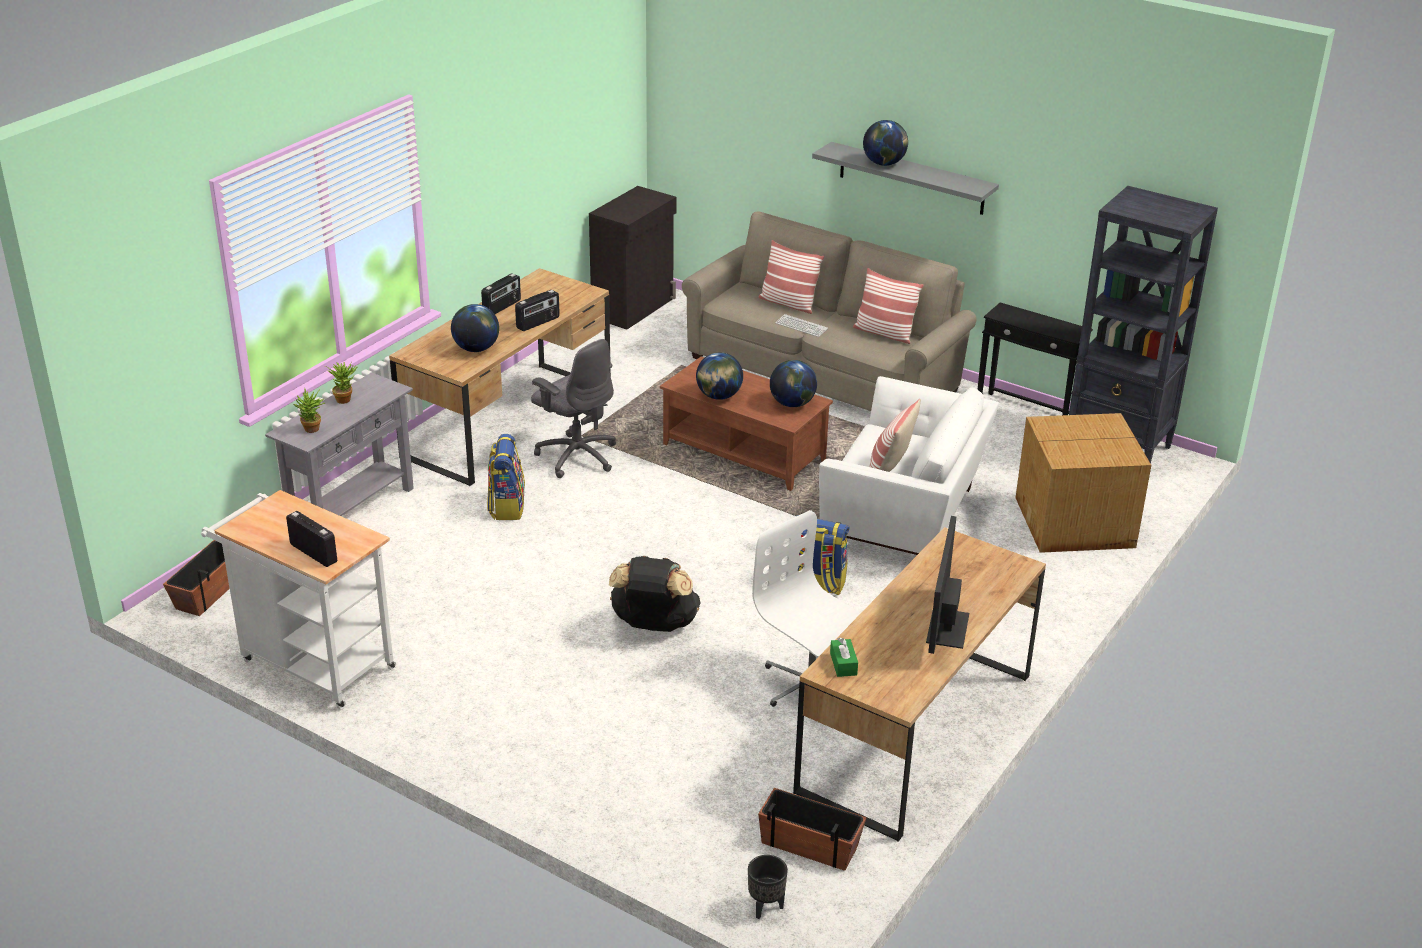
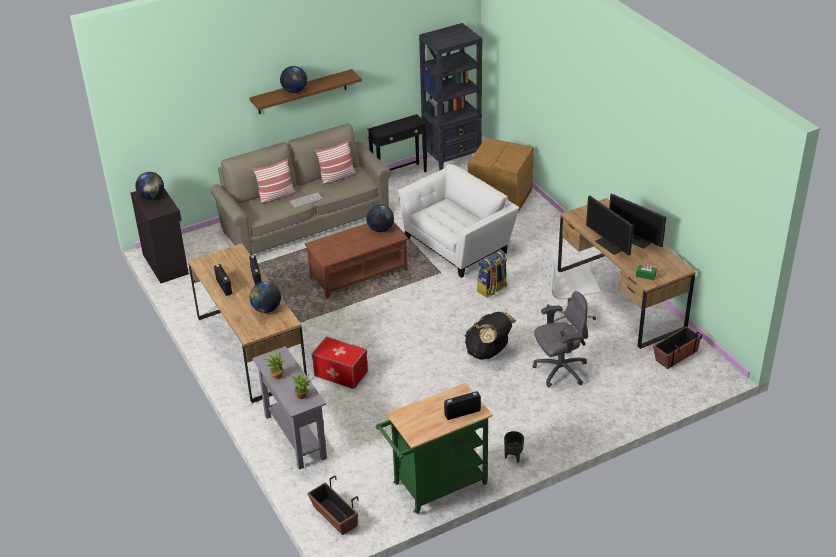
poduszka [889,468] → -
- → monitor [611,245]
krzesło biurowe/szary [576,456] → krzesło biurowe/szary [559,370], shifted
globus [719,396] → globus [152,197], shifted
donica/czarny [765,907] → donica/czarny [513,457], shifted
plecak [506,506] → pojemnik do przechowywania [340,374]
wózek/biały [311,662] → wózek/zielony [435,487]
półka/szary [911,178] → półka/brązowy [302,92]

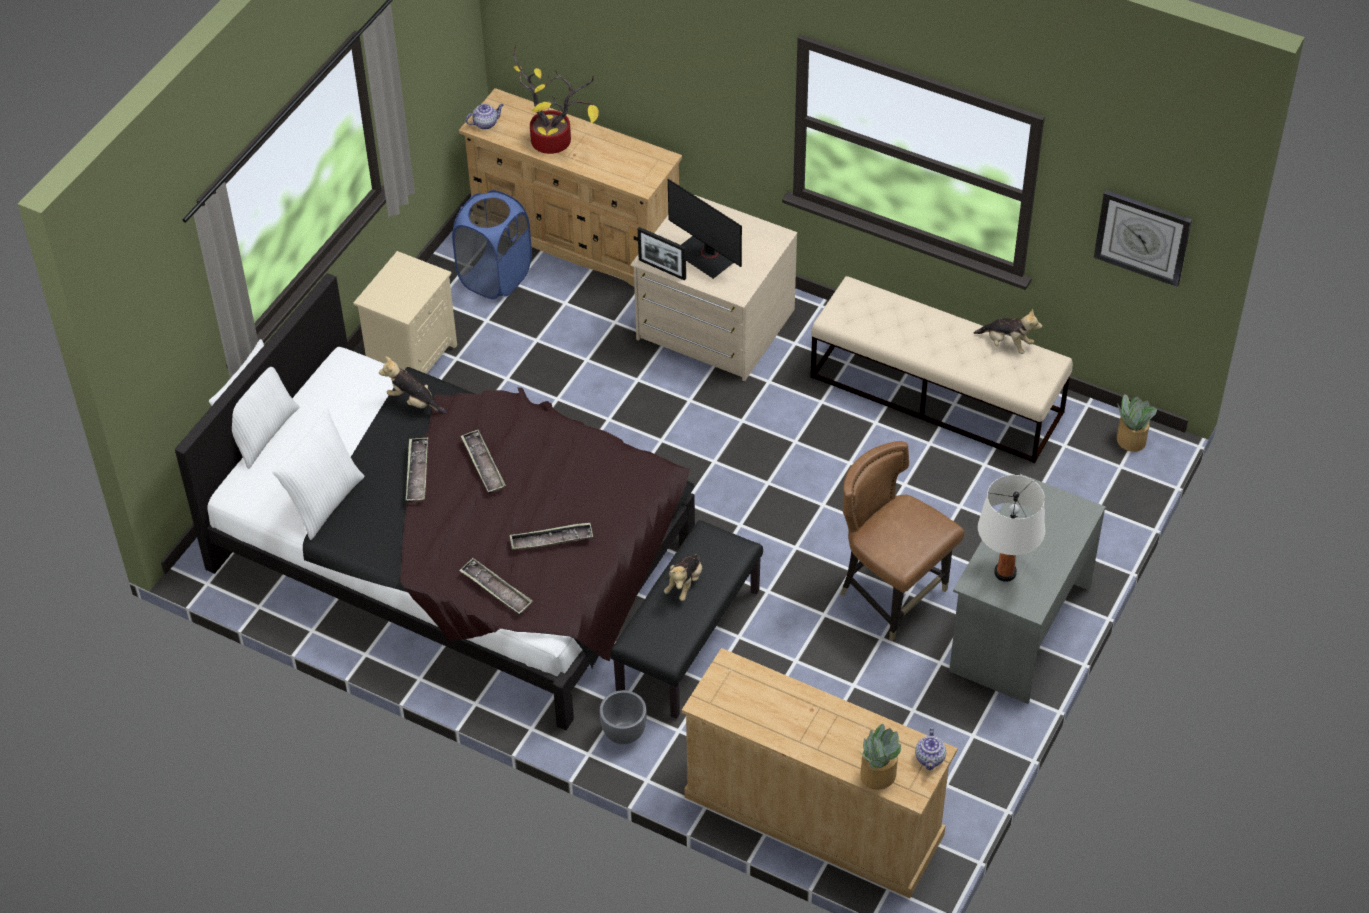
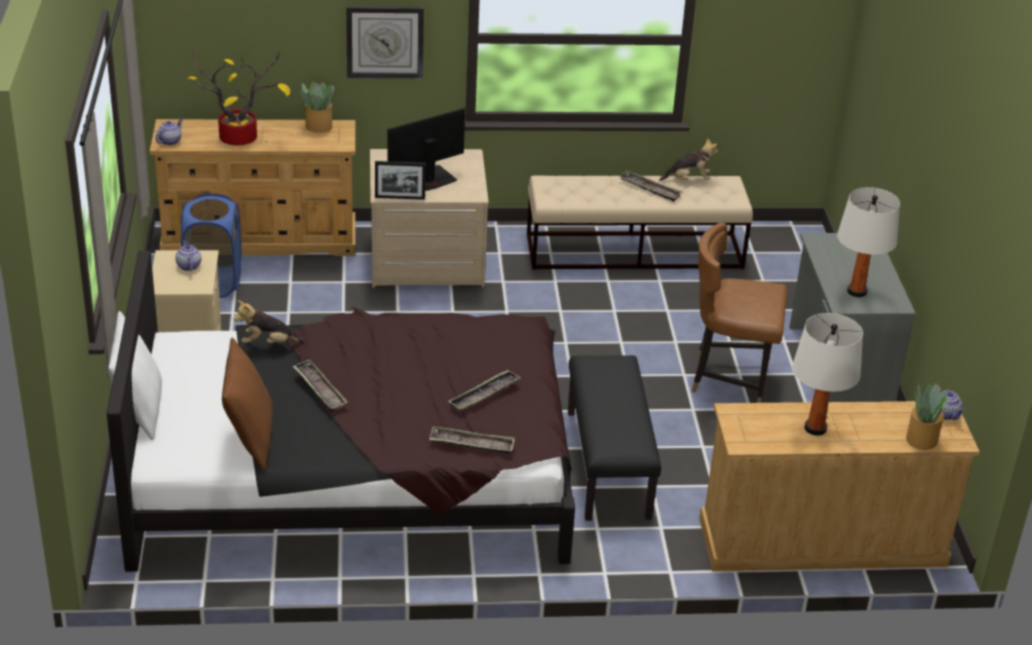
donica/szary [623,734] → -
pluszak [684,584] → -
- → imbryk [188,266]
- → lampa stołowa/biały [815,428]
taca [483,465] → taca [650,189], shifted
zegar ścienny [1142,237] → zegar ścienny [385,41], shifted
roślina doniczkowa [1130,439] → roślina doniczkowa [318,126], shifted
poduszka/biały [324,502] → poduszka/brązowy [250,439]
monitor [706,255] → monitor [427,180], 135 degrees clockwise

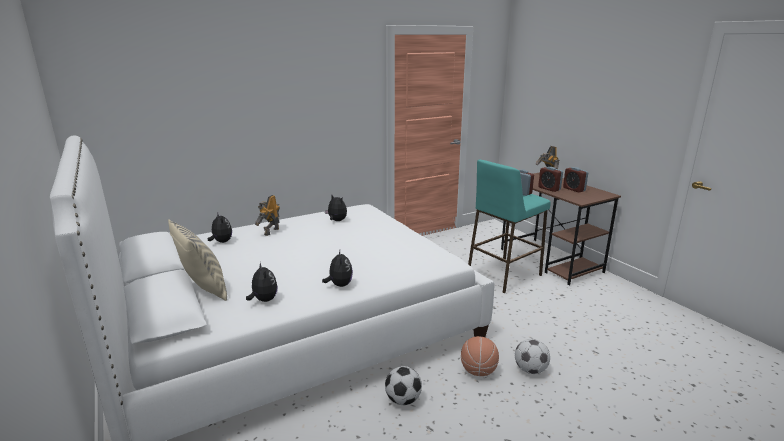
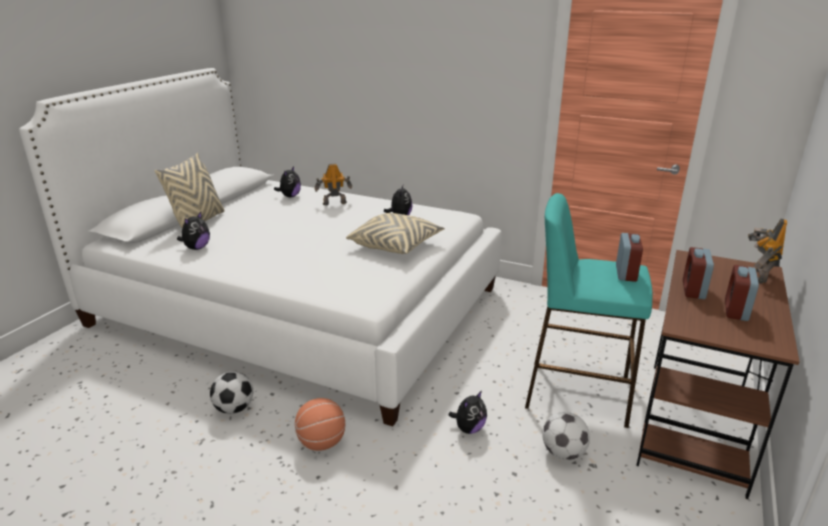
- → poduszka/beżowy [396,245]
pluszak [339,285] → pluszak [469,428], shifted
piłka futbolowa [530,370] → piłka futbolowa [563,453], shifted

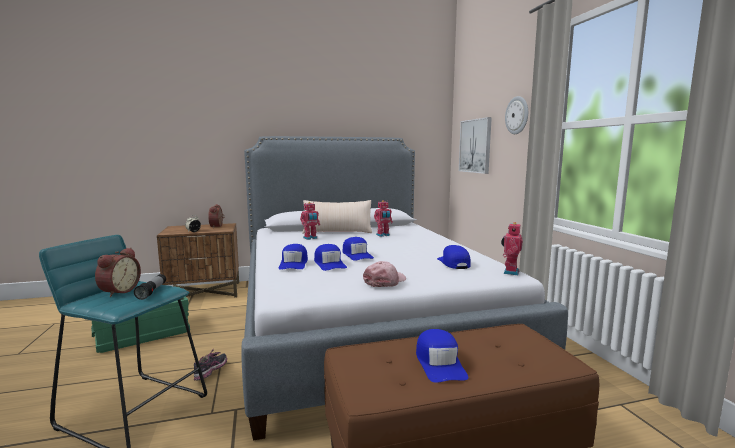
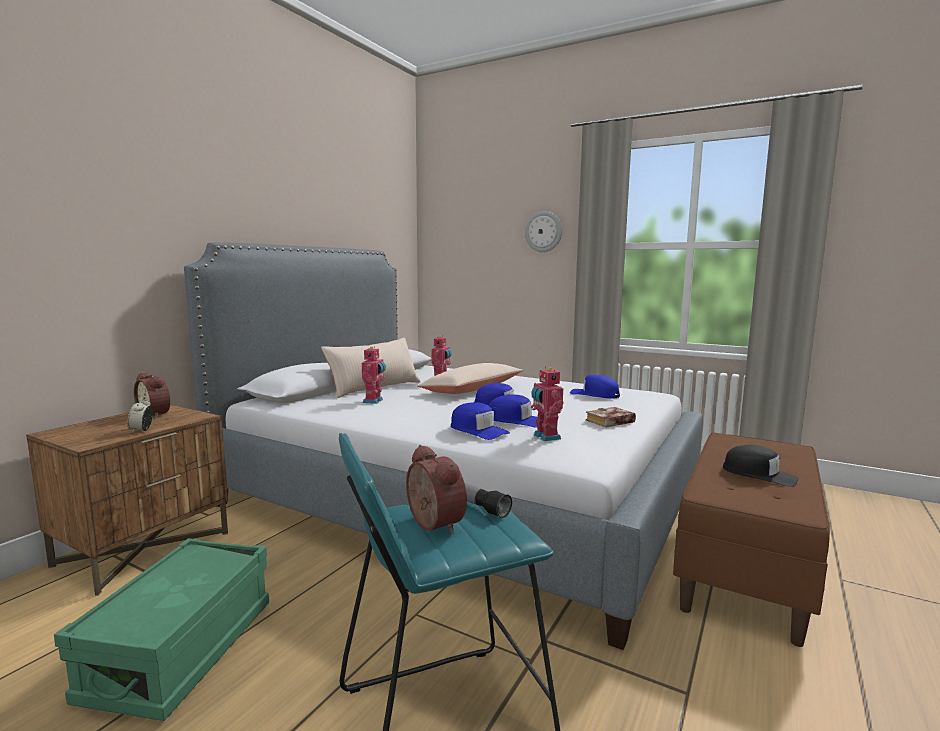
but [211,373] → -
obraz [475,146] → -
- → poduszka/beżowy [472,390]
robot zabawkowy [509,272] → robot zabawkowy [545,437], shifted
czapka z daszkiem/różowy [385,281] → książka [609,422]
czapka z daszkiem/niebieski [439,363] → czapka z daszkiem/czarny [759,474]

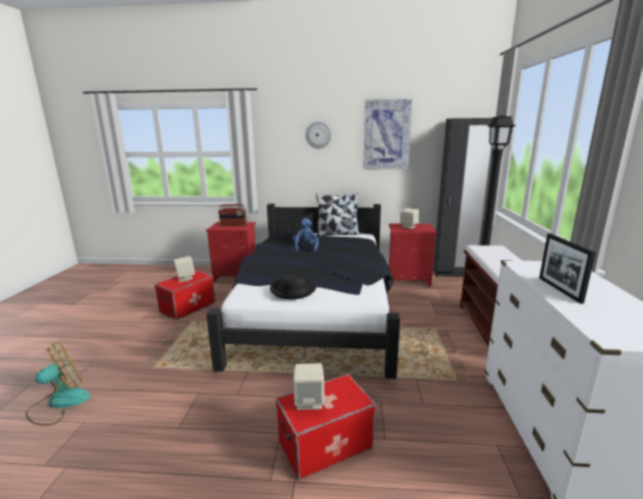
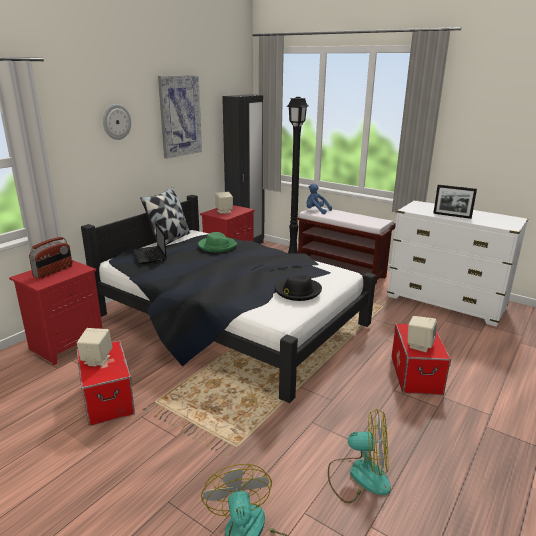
- → kapelusz/zielony [217,246]
- → wentylator [359,476]
pluszak/niebieski [305,248] → pluszak/niebieski [316,211], shifted

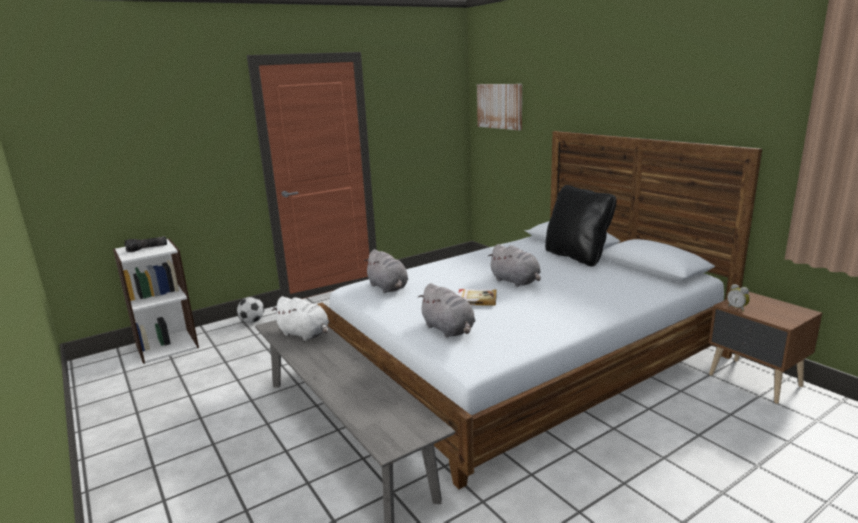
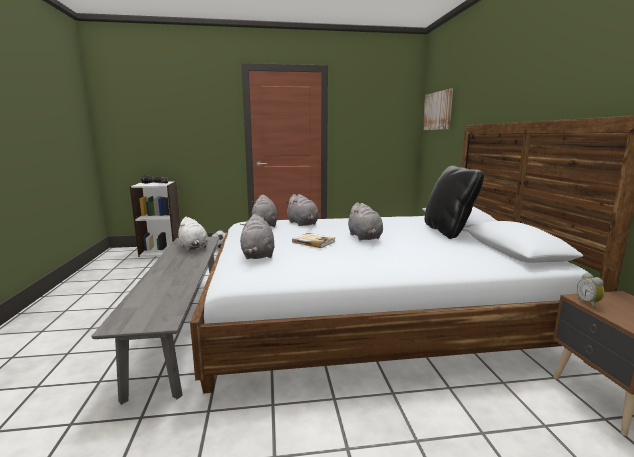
- → pluszak/szary [303,224]

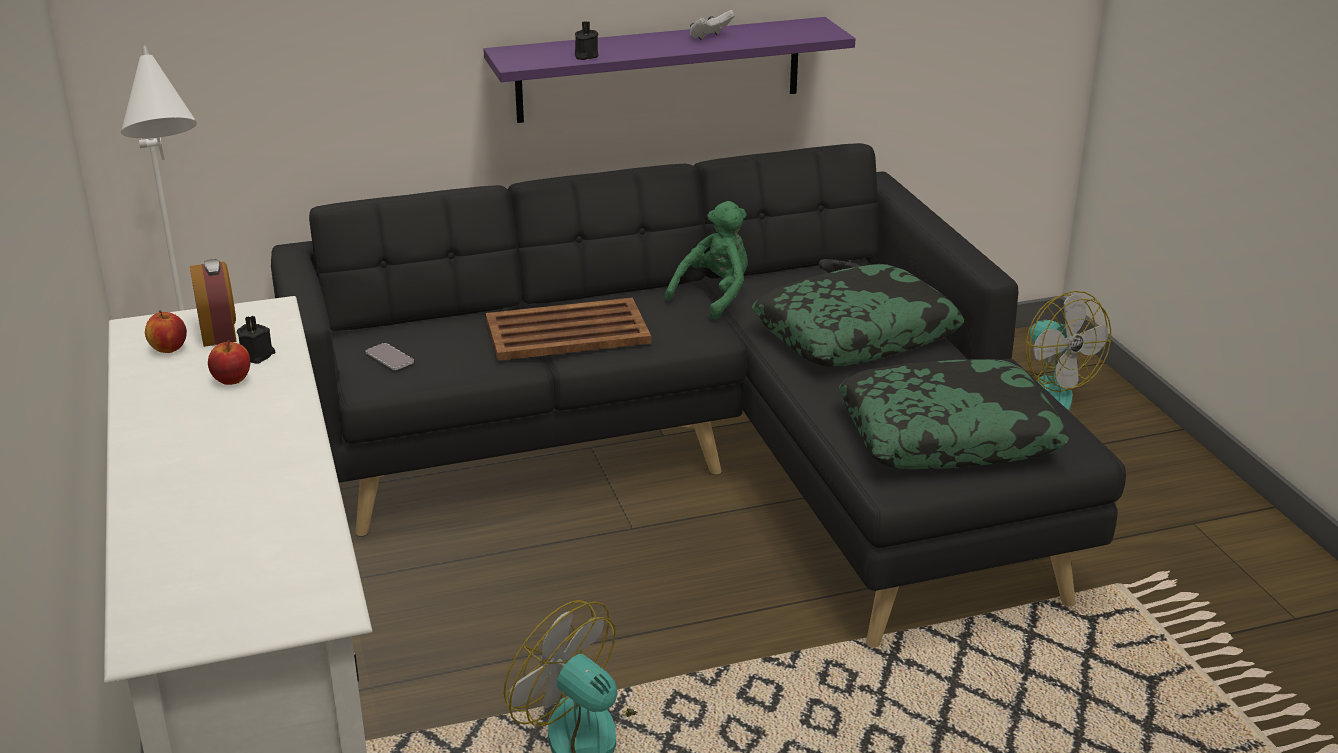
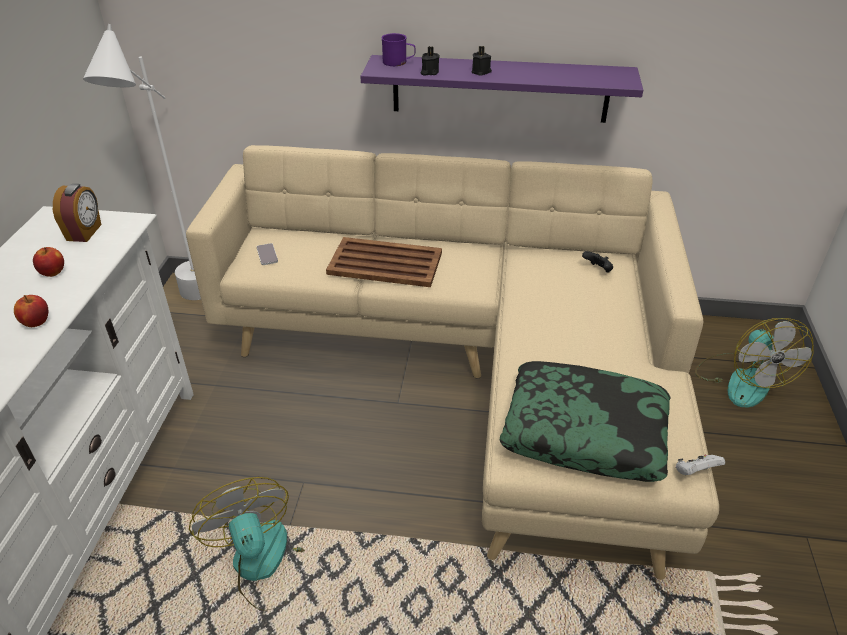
pluszak/zielony [714,296] → -
poduszka [855,334] → -
- → kubek/fioletowy [398,62]
jabłko [168,349] → jabłko [36,322], shifted
świeca/czarny [258,355] → świeca/czarny [481,72], shifted
pad do gier/biały [710,37] → pad do gier/biały [695,472], shifted
kanapa/czarny [715,475] → kanapa/beżowy [475,378]

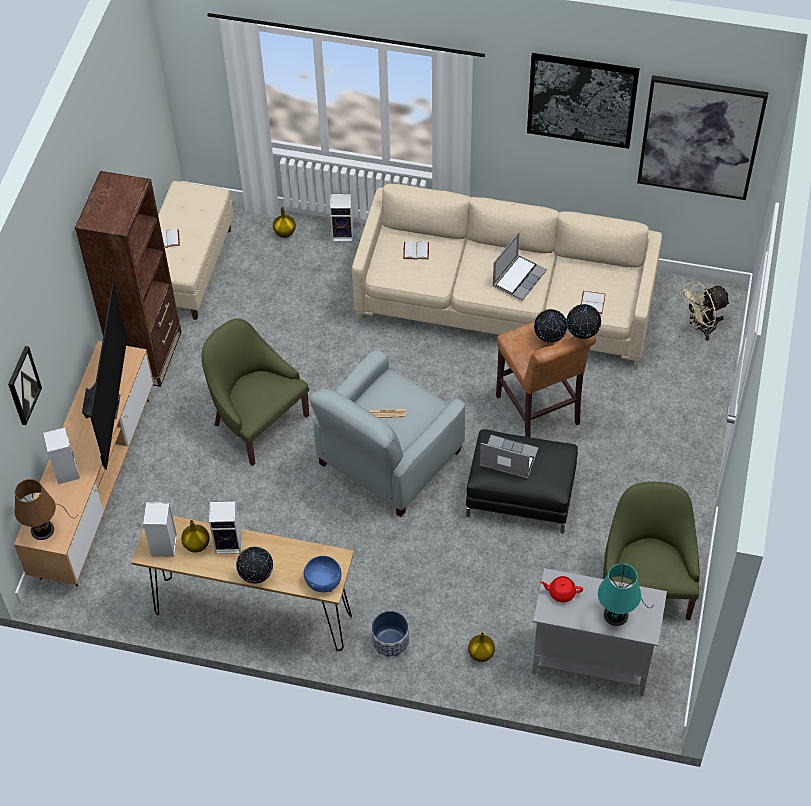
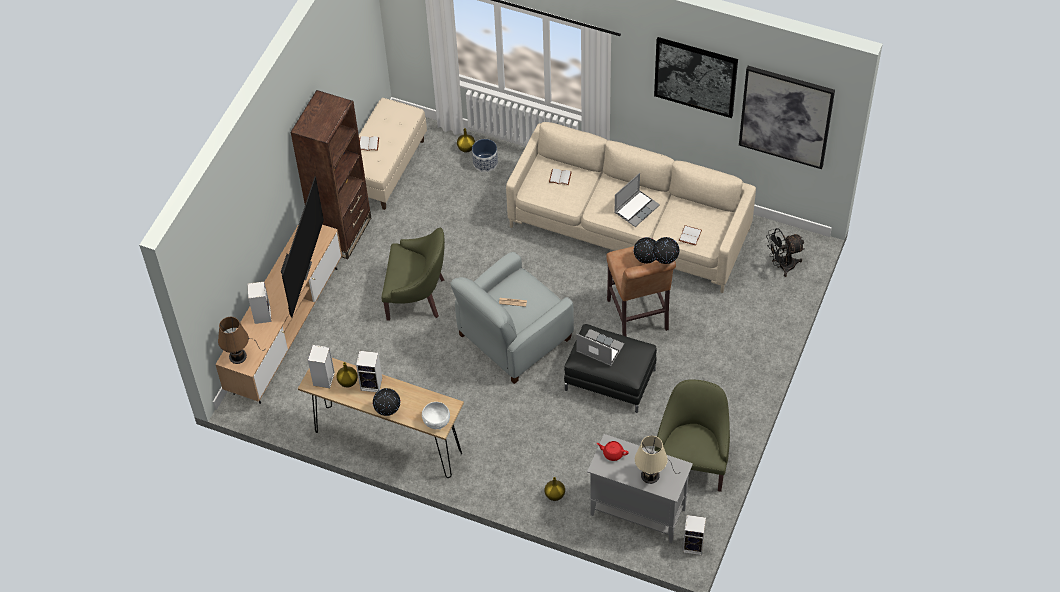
obraz [23,385] → -
głośnik [344,234] → głośnik [694,545], shifted
donica [390,642] → donica [485,163], shifted
miska/niebieski [323,581] → miska/biały [436,421]
lampa stołowa/turkusowy [618,613] → lampa stołowa/beżowy [652,474]
wentylator/beżowy [701,327] → wentylator/czarny [782,266]
fotel/zielony [257,422] → fotel/zielony [417,296], 135 degrees clockwise

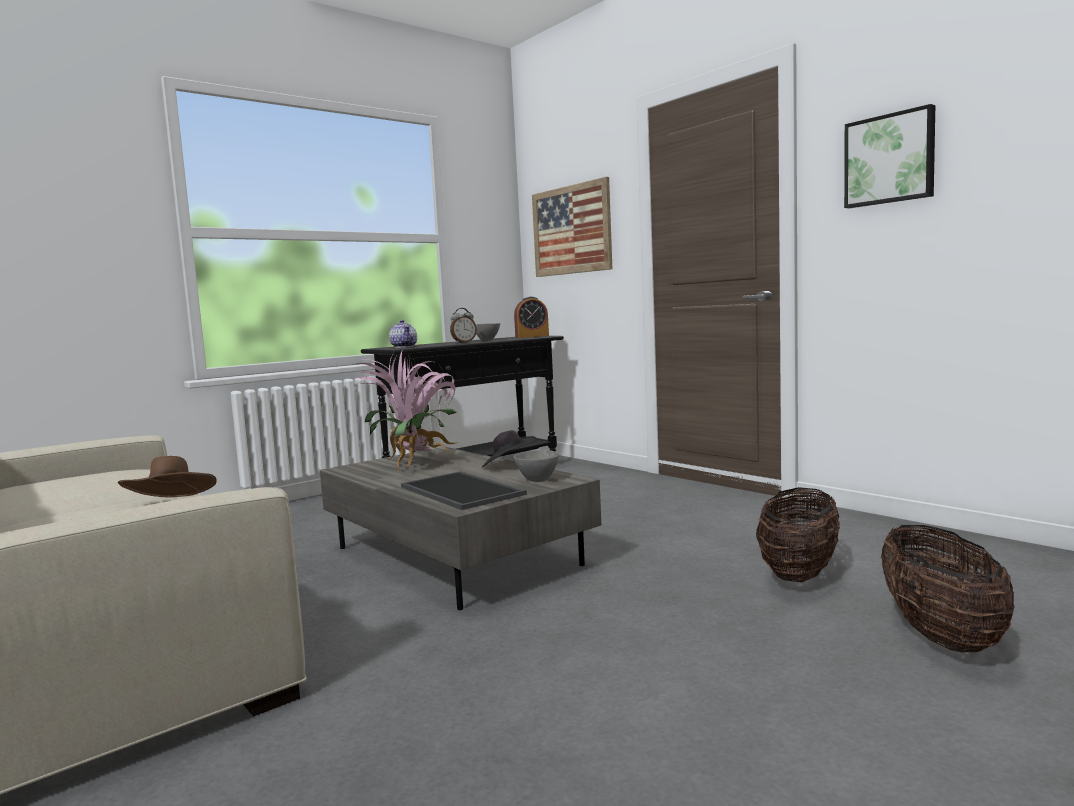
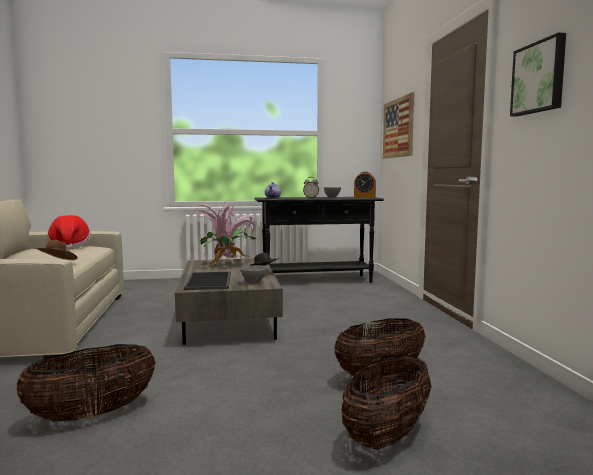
- → koszyk [92,414]
- → kapelusz [69,247]

